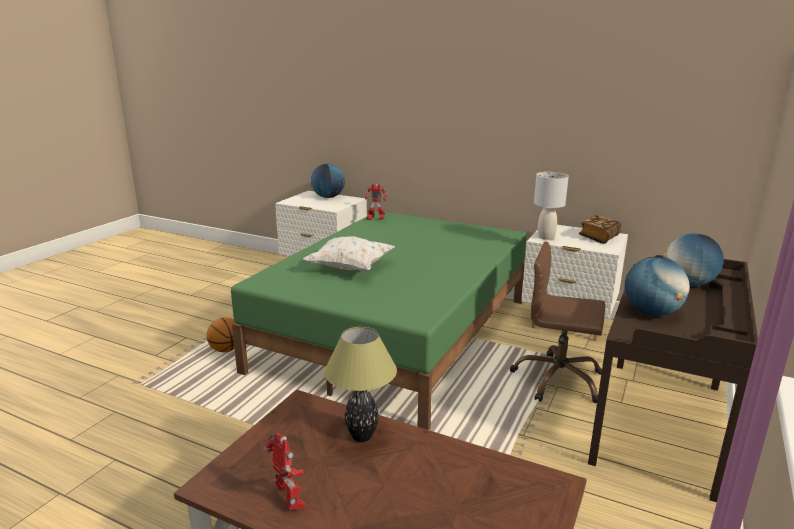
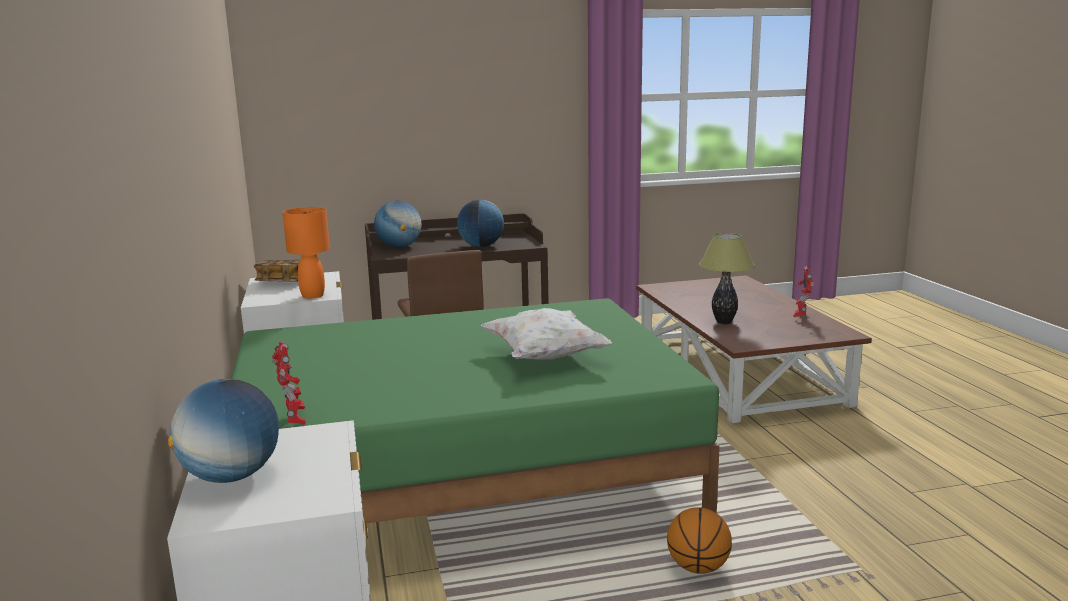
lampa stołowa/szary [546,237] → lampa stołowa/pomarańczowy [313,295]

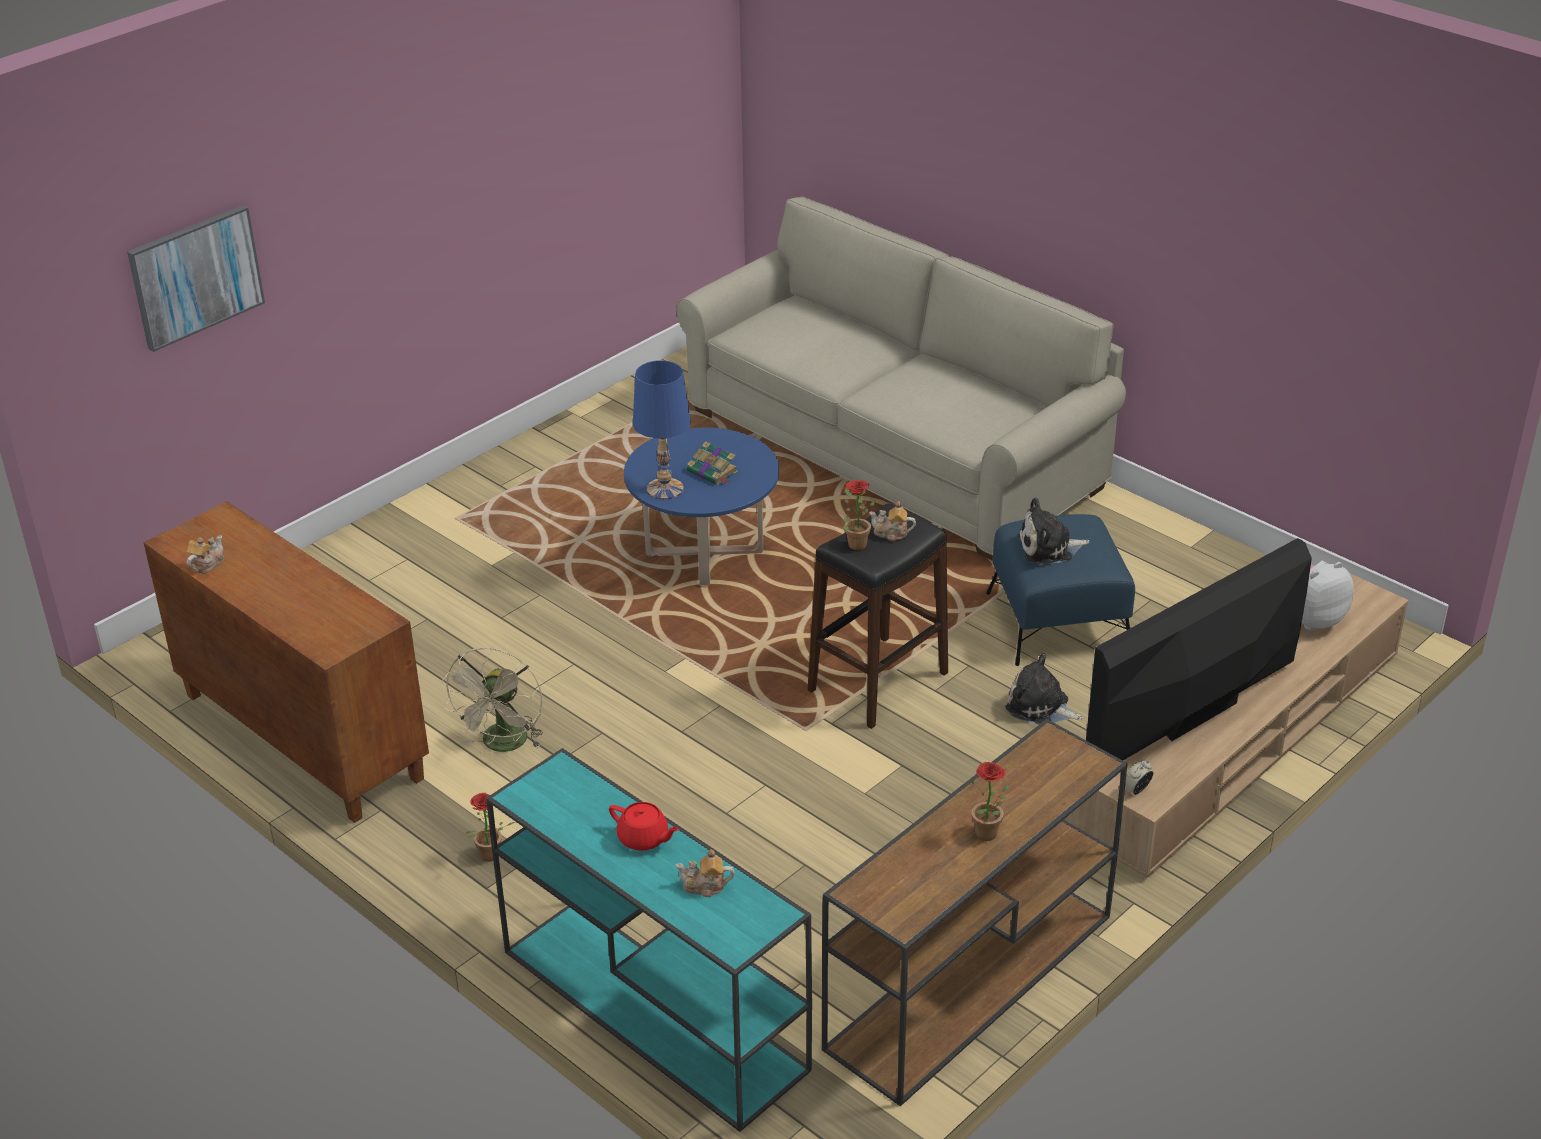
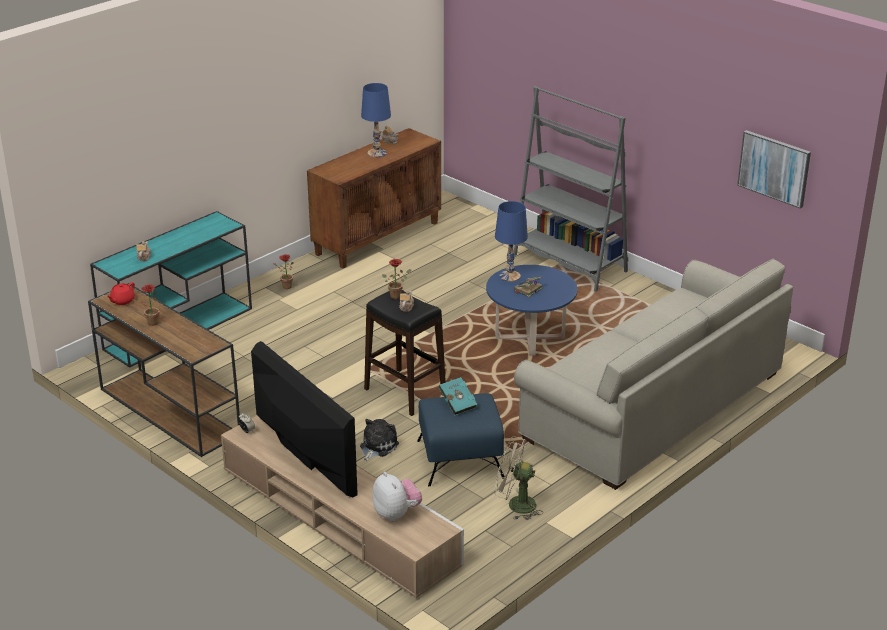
- → lampa stołowa/niebieski [377,153]
- → regał/szary [570,263]
obraz [195,276] → obraz [774,168], shifted
wentylator/beżowy [503,745] → wentylator/beżowy [515,505], shifted
imbryk/czerwony [644,839] → imbryk/czerwony [122,301], shifted
pluszak [1049,548] → książka/turkusowy [457,403]

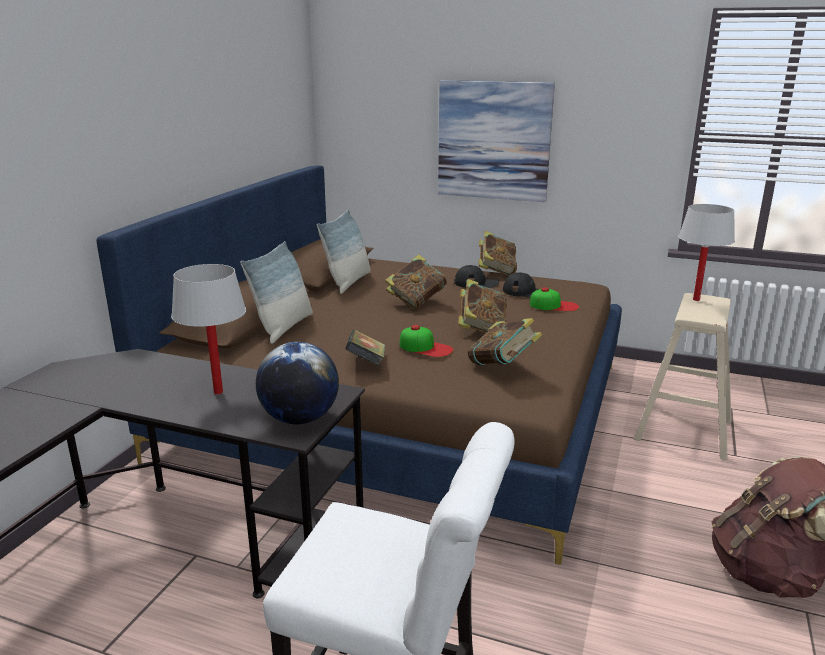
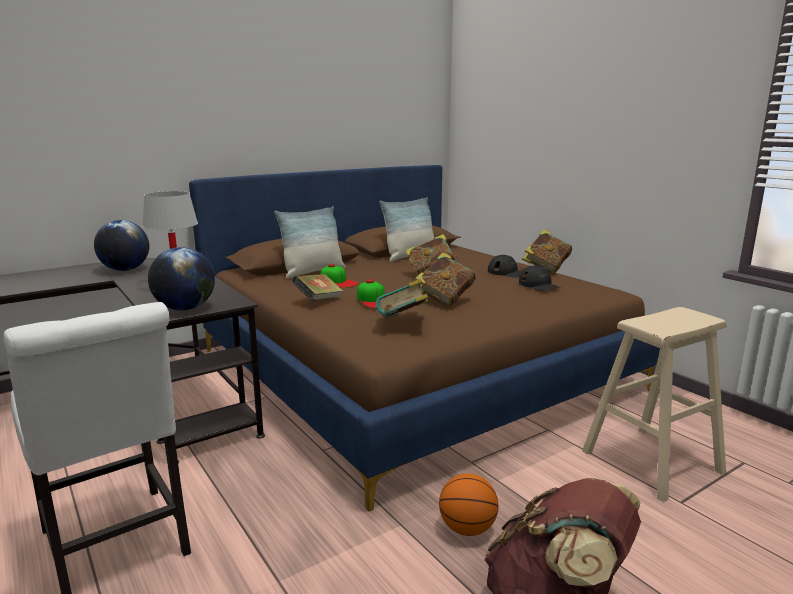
obraz [493,141] → -
lampa stołowa/biały [696,299] → -
- → globus [125,270]
- → piłka do koszykówki [467,528]
czapka z daszkiem [554,305] → czapka z daszkiem [338,282], shifted

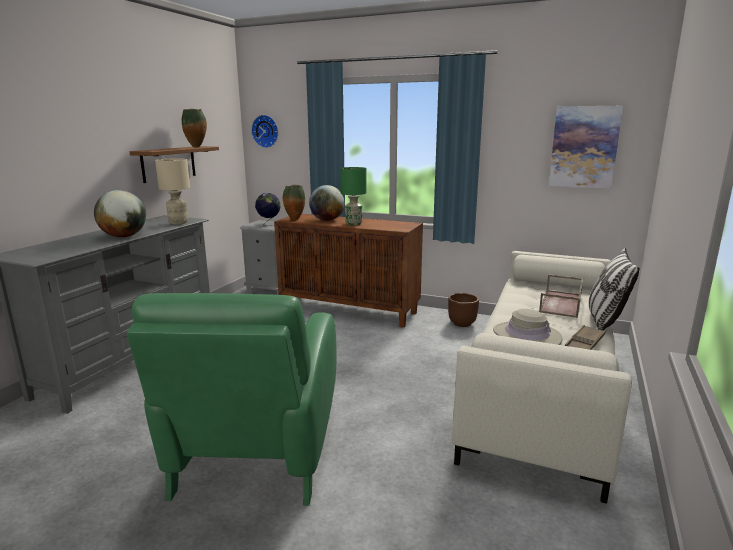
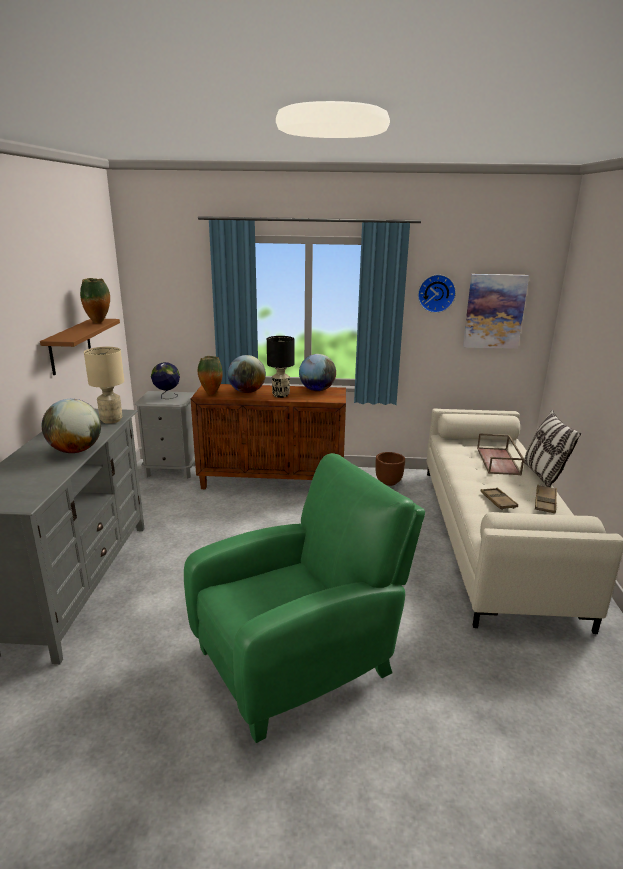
- → globus [317,390]
zegar ścienny [266,131] → zegar ścienny [436,293], shifted
kapelusz/beżowy [526,336] → taca/brązowy [498,501]
lampa stołowa/zielony [353,224] → lampa stołowa/czarny [280,395]
fotel/zielony [256,453] → fotel/zielony [300,659], 105 degrees counterclockwise

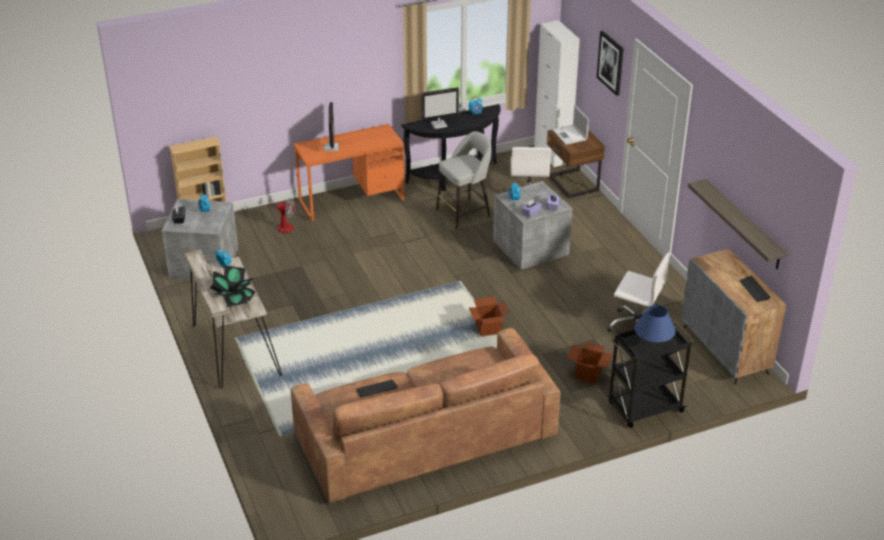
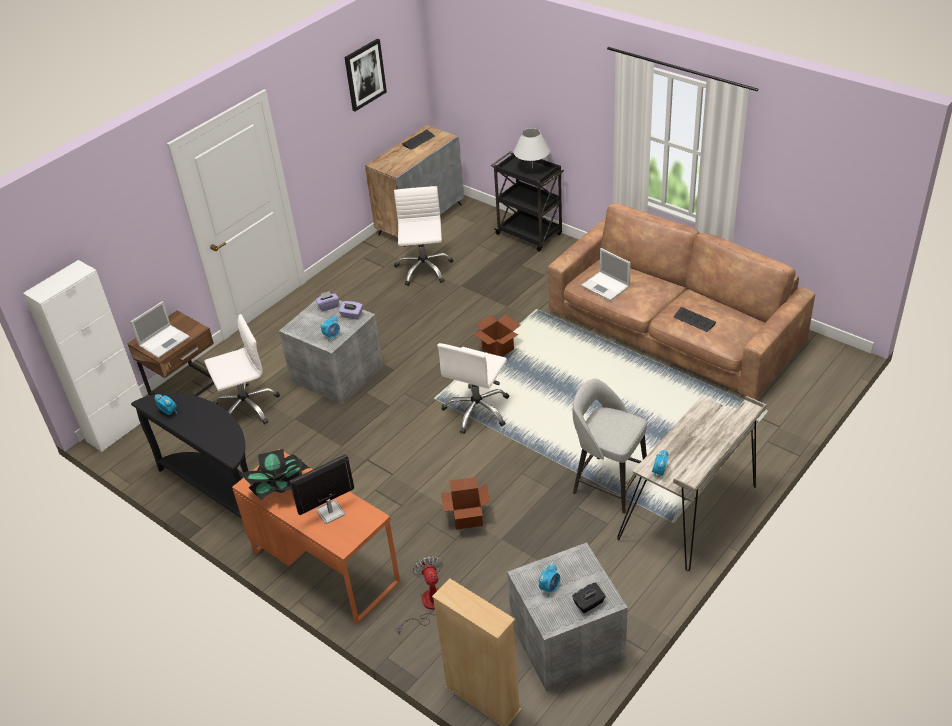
monitor [439,124] → -
półka [743,224] → -
- → krzesło biurowe/biały [477,410]
- → laptop [606,286]
roślina doniczkowa [234,300] → roślina doniczkowa [280,488], shifted
stołek/szary [464,213] → stołek/szary [608,483], shifted
karton [588,374] → karton [468,517], shifted
obraz [611,63] → obraz [364,74], shifted
lampa stołowa/niebieski [652,346] → lampa stołowa/biały [532,168]

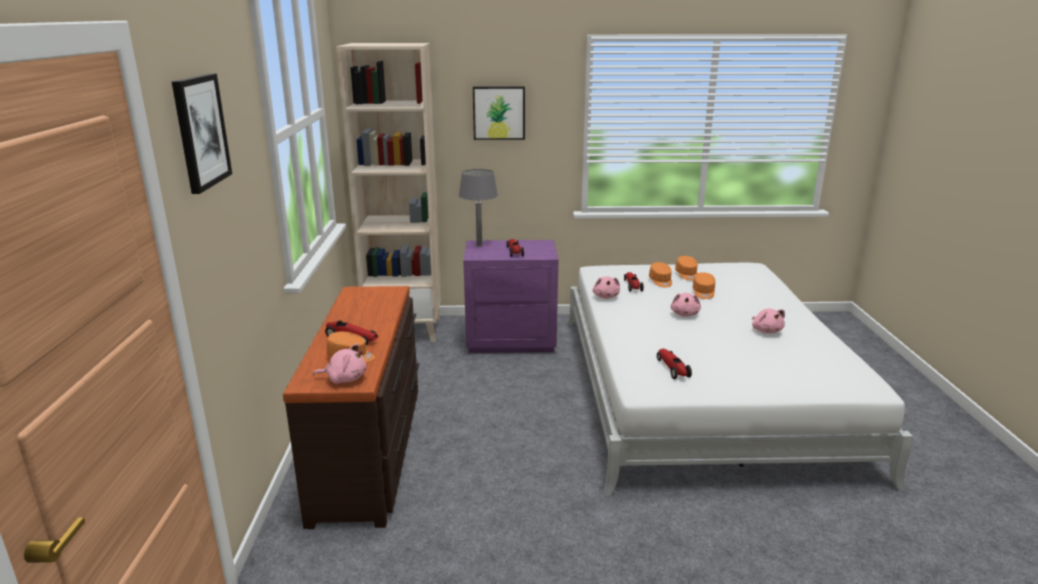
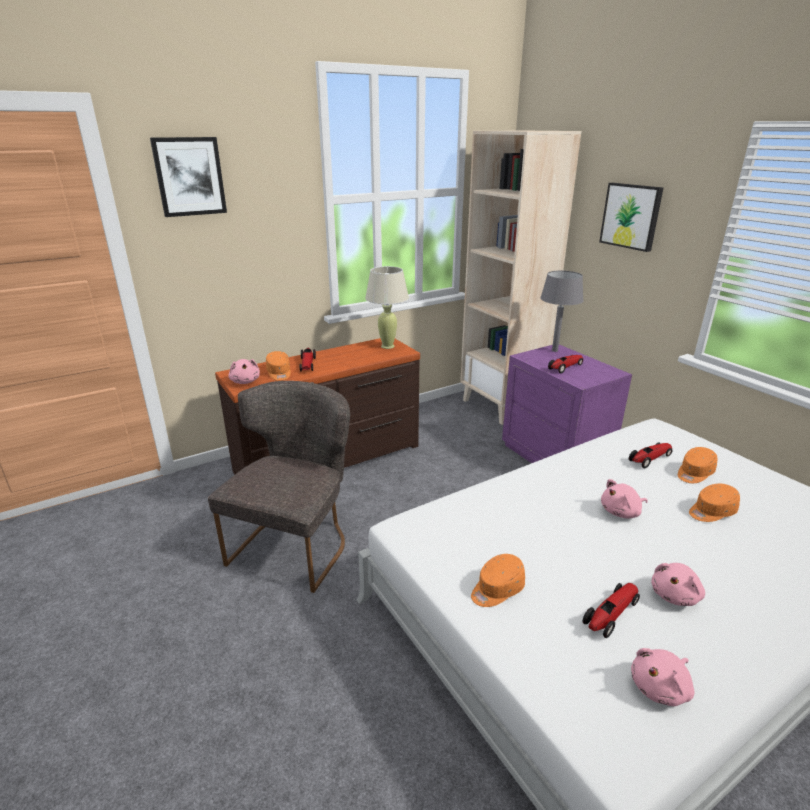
- → krzesło/szary [296,543]
- → lampa stołowa/beżowy [387,346]
pluszak/różowy [606,296] → pluszak/różowy [660,688], shifted
samochodzik [672,369] → samochodzik [611,614], shifted
czapka z daszkiem/pomarańczowy [687,274] → czapka z daszkiem/pomarańczowy [496,589], shifted

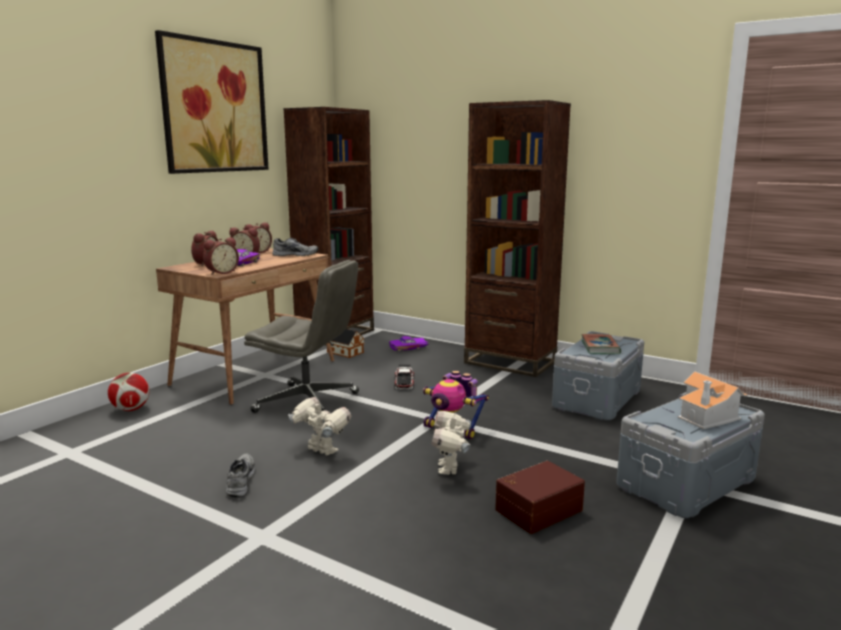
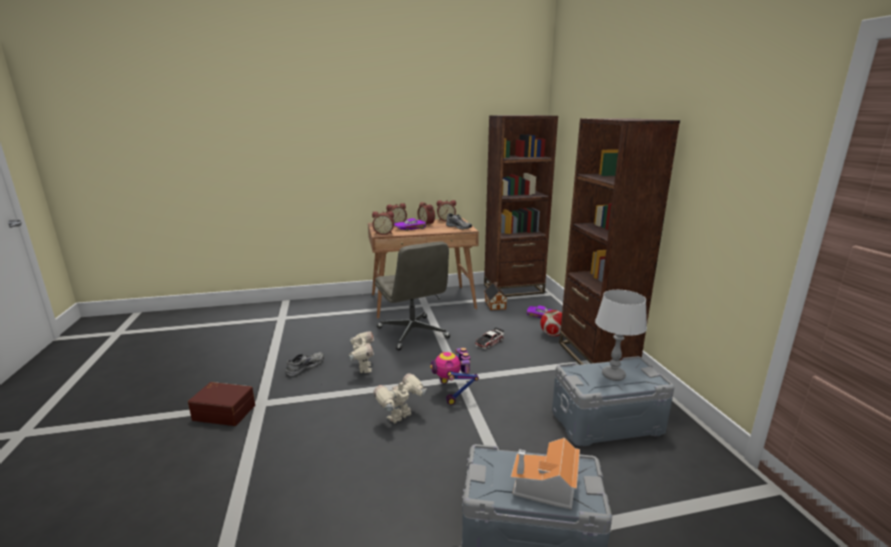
obraz [214,107] → -
piłka futbolowa [131,409] → piłka futbolowa [552,334], shifted
pojemnik do przechowywania/brązowy [537,509] → pojemnik do przechowywania/brązowy [225,411], shifted
książka [600,347] → lampa stołowa/szary [613,375]

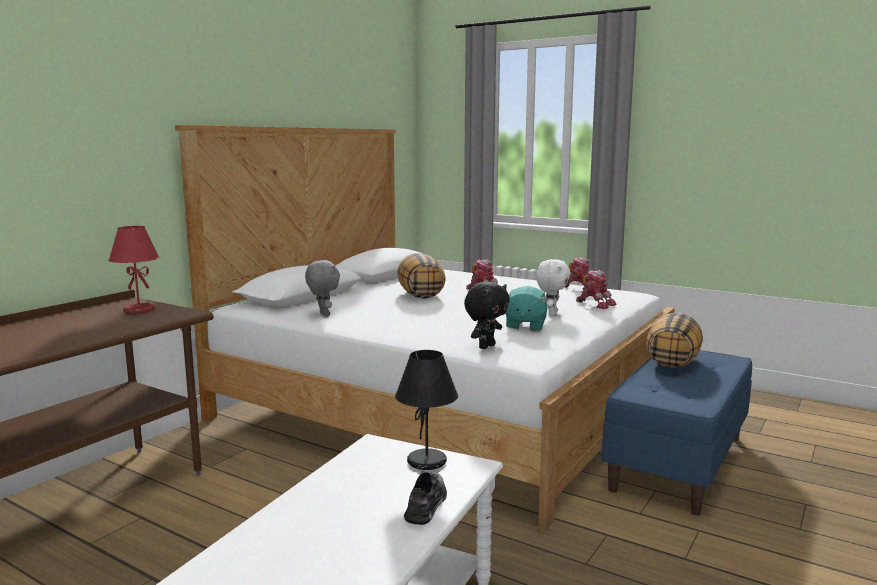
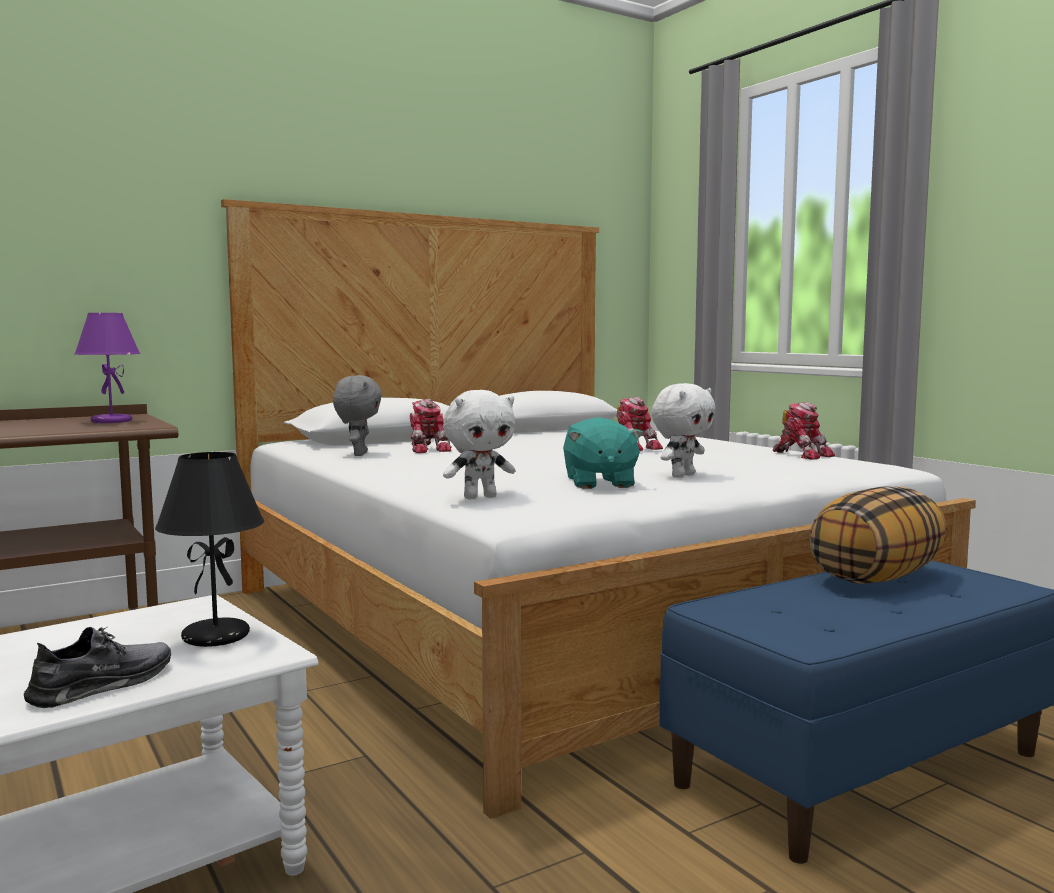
poduszka [420,295] → -
robot zabawkowy [595,304] → robot zabawkowy [427,449], shifted
lampa stołowa/czerwony [138,310] → lampa stołowa/fioletowy [110,421]
pluszak/czarny [486,346] → pluszak/biały [480,497]
pluszak/turkusowy [524,326] → pluszak/turkusowy [599,483], 45 degrees counterclockwise

